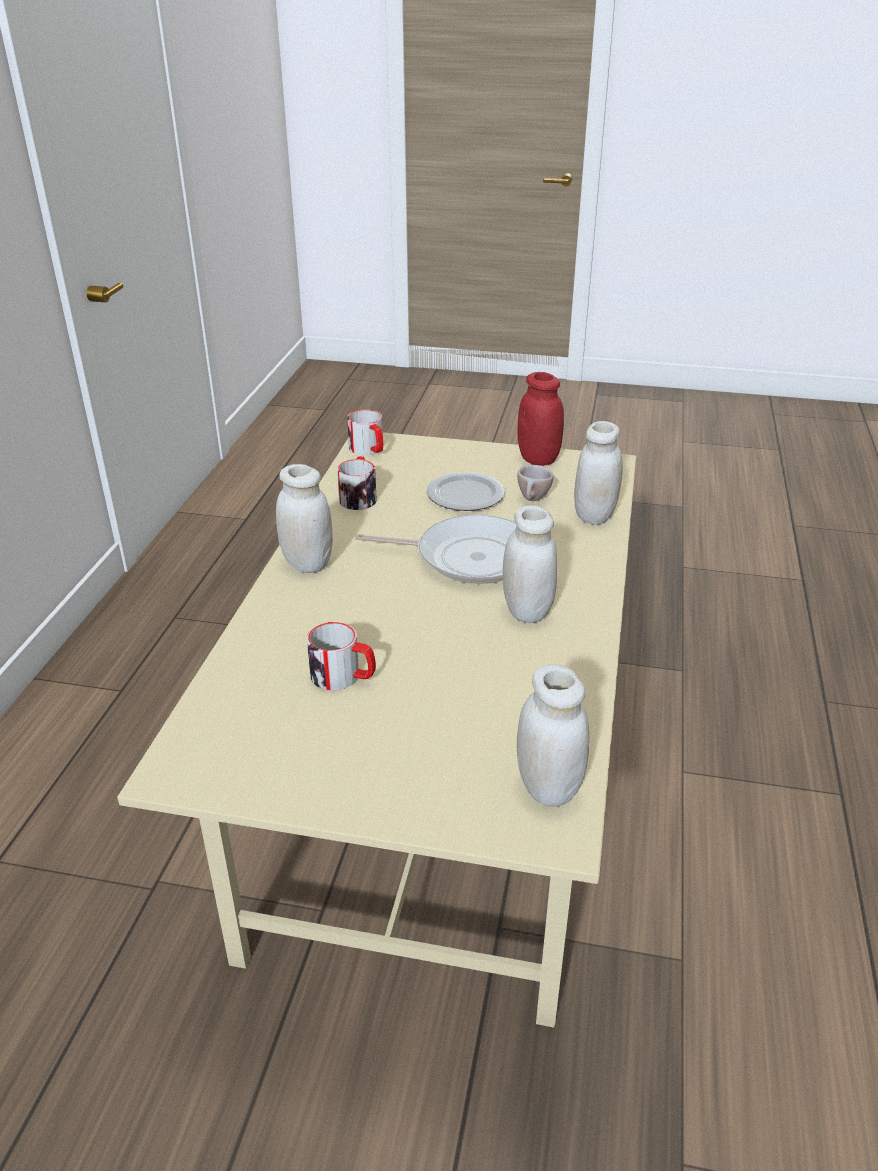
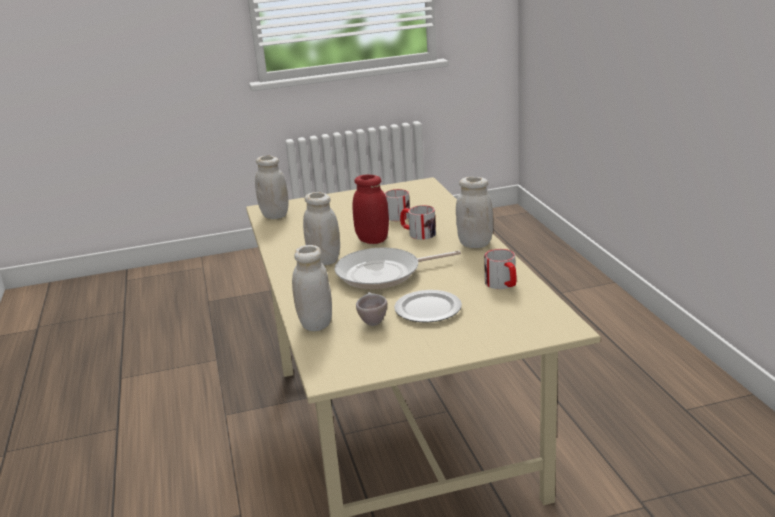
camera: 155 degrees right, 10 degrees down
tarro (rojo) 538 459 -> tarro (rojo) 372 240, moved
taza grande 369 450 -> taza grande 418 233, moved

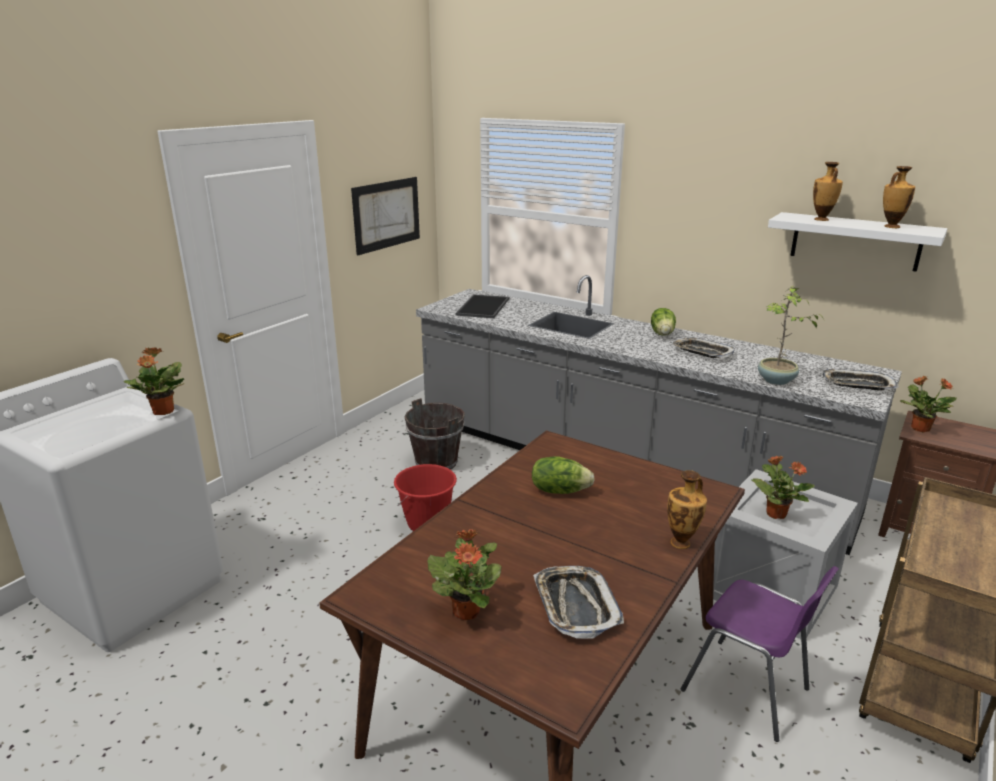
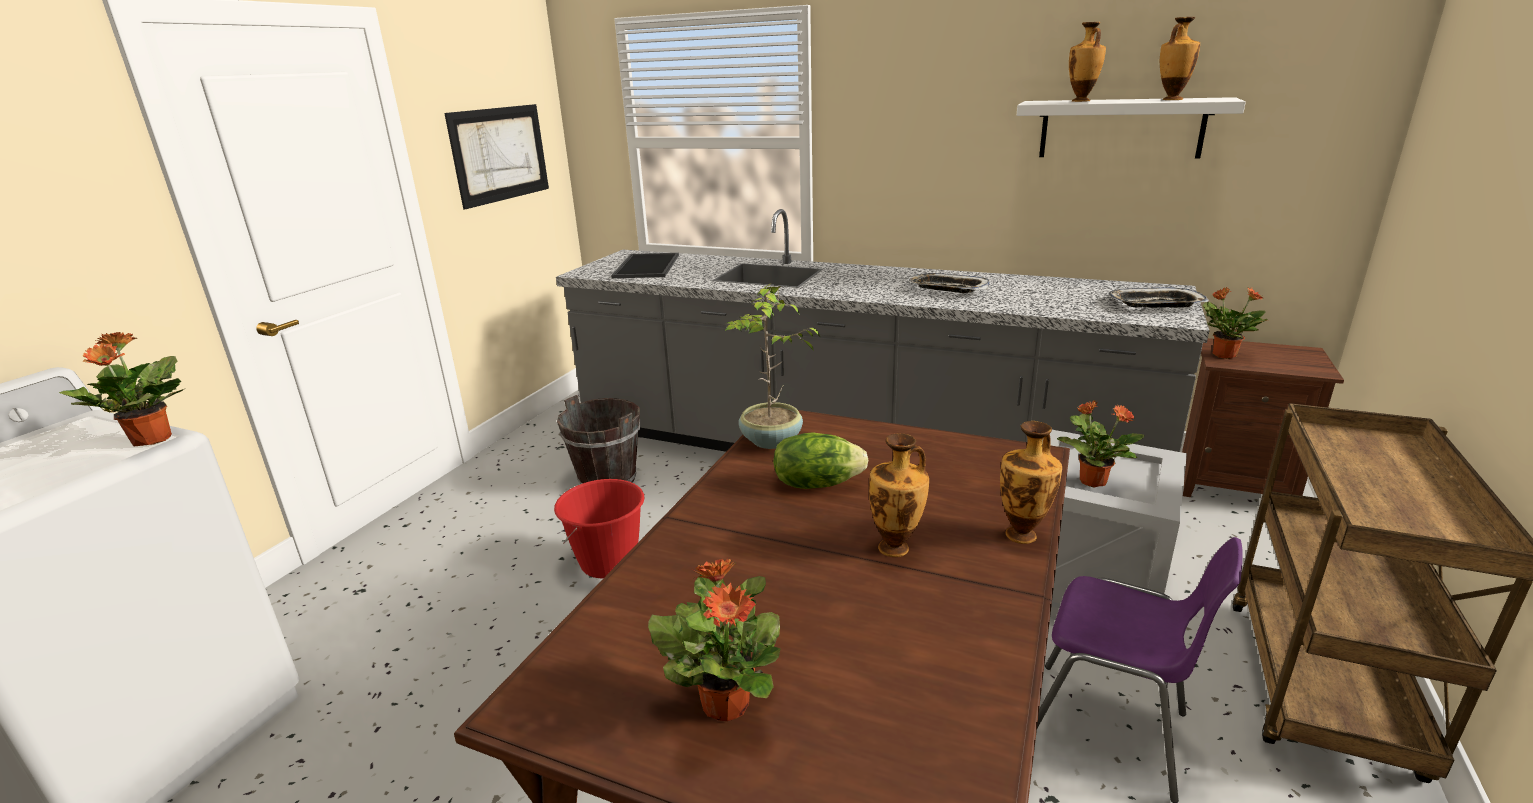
camera: 10 degrees left, 0 degrees up
planta en maceta 776 381 -> planta en maceta 771 441, moved
none -> florero 896 548
bandeja 575 605 -> none
lechuga 663 334 -> none

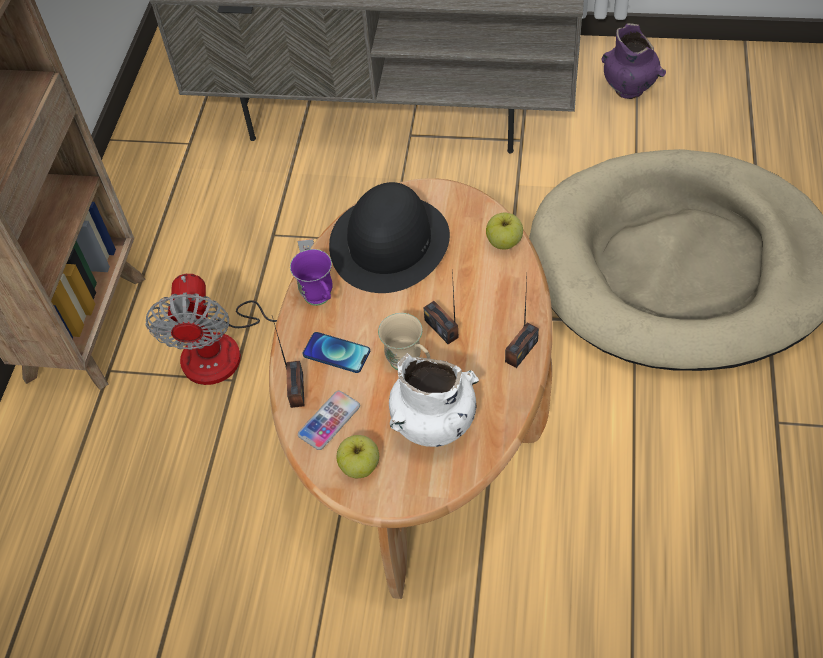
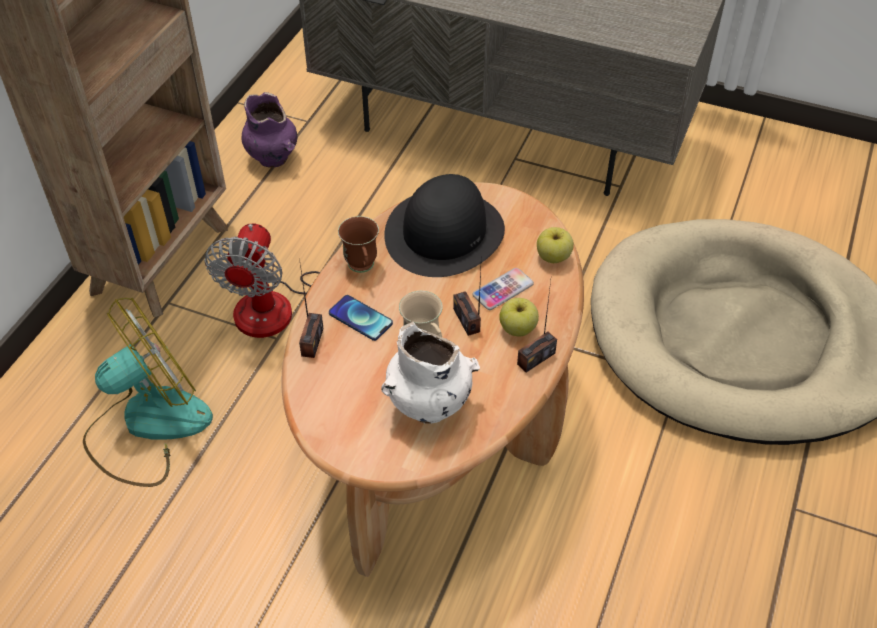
camera: 10 degrees right, 5 degrees down
none -> ventilador 147 425
florero (morado) 629 90 -> florero (morado) 273 159, moved
taza grande (morado) 321 300 -> taza grande (marrón) 362 268
móvil 329 421 -> móvil 503 290, moved
manzana 360 466 -> manzana 518 329, moved

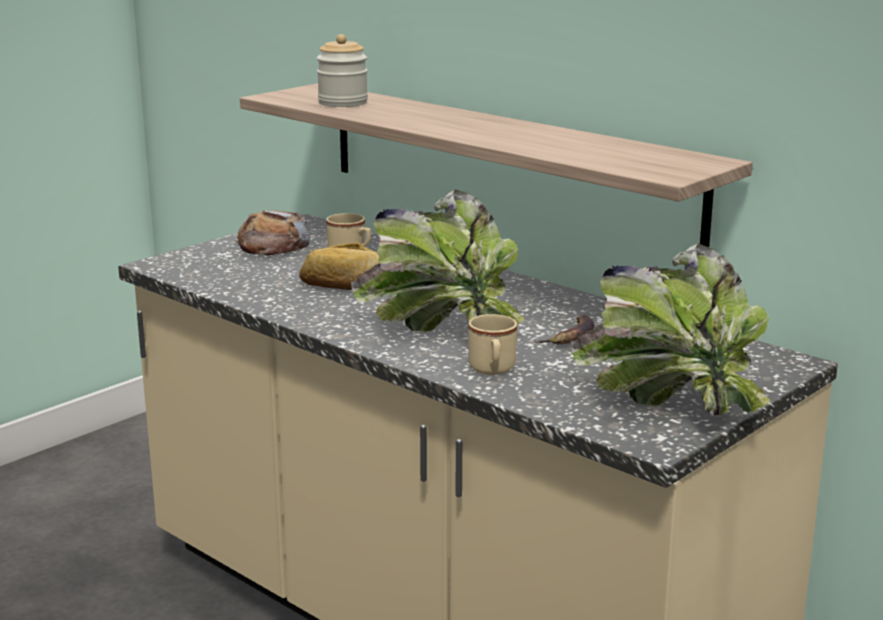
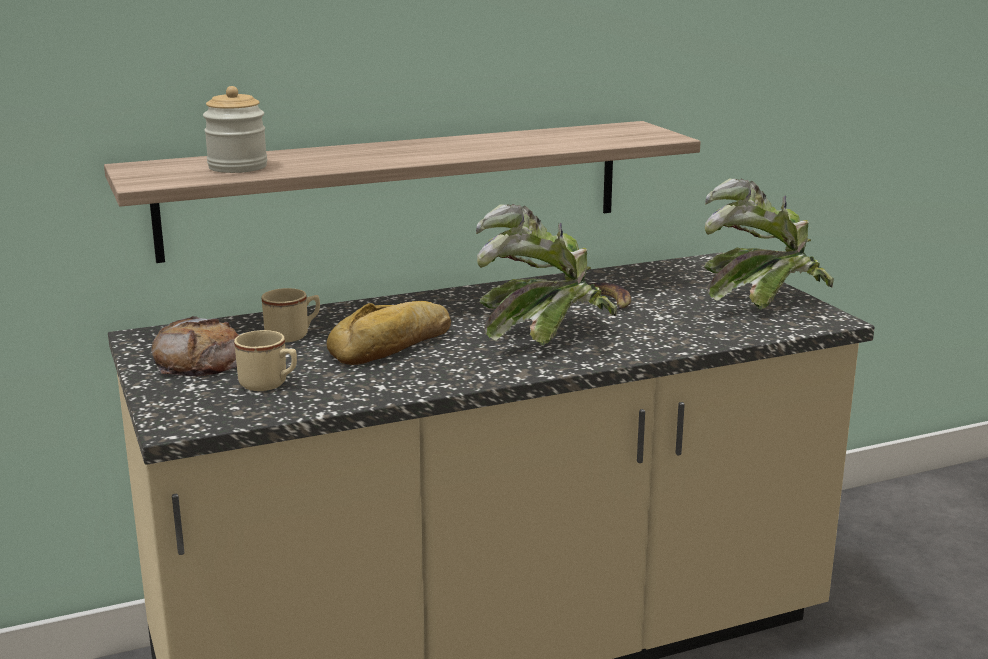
camera: 65 degrees left, 0 degrees up
taza grande (beis) 492 370 -> taza grande (beis) 269 384, moved

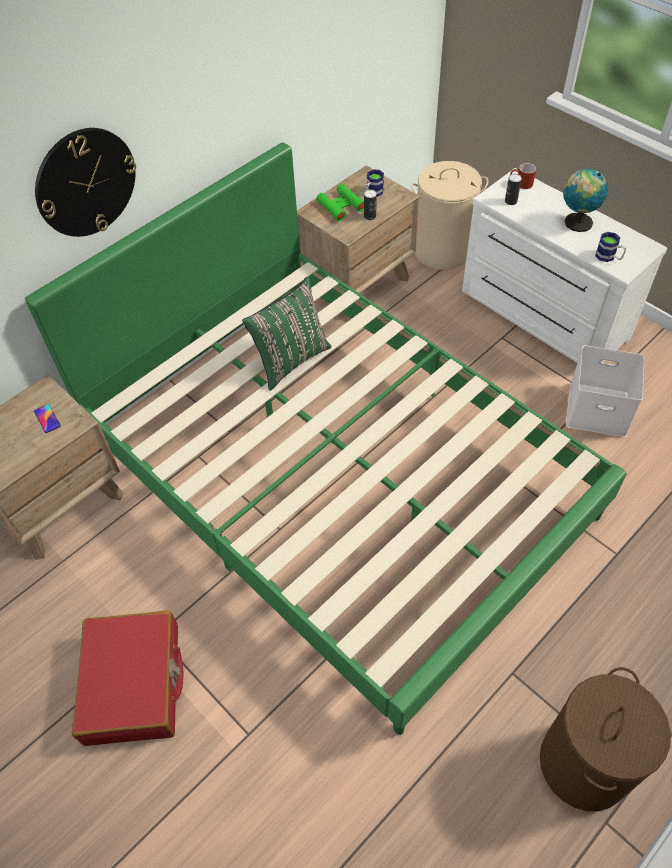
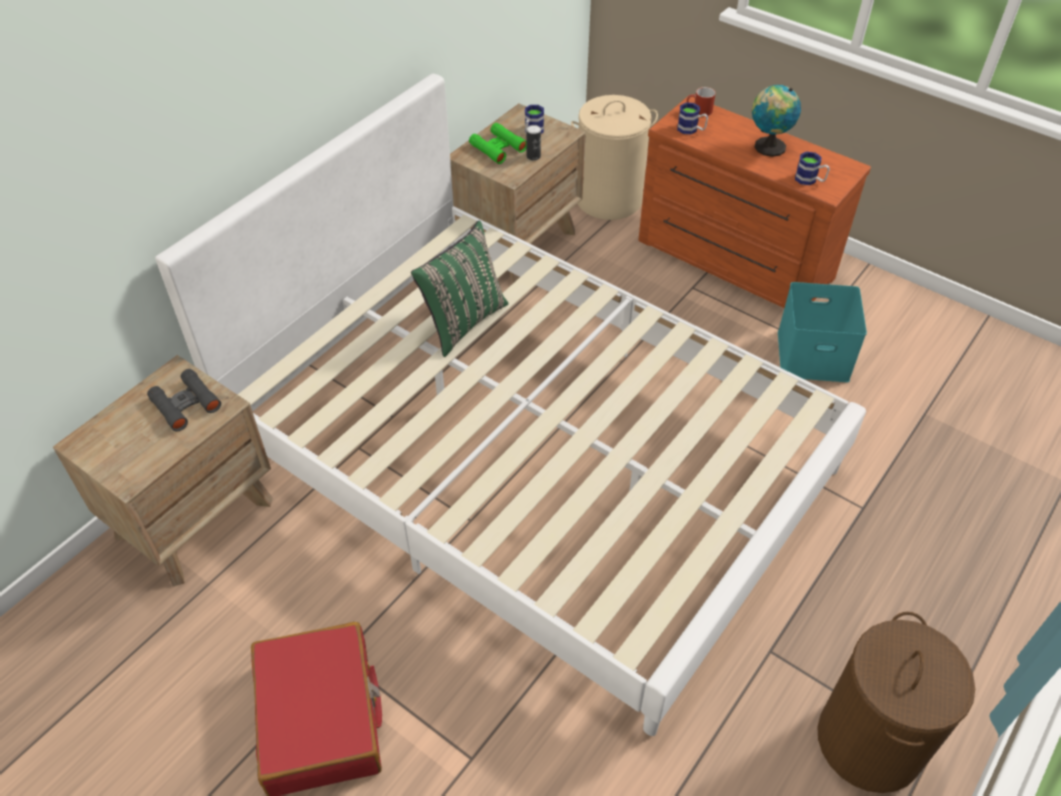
camera: 10 degrees left, 5 degrees down
móvil 47 418 -> prismáticos (negro) 185 404
cama (verde) 338 476 -> cama (blanco) 530 455
cómoda (blanco) 541 316 -> cómoda (marrón) 732 261
lata 510 201 -> taza grande 691 129
caja de almacenaje (blanco) 599 408 -> caja de almacenaje (turquesa) 814 354
reloj de pared 85 182 -> none

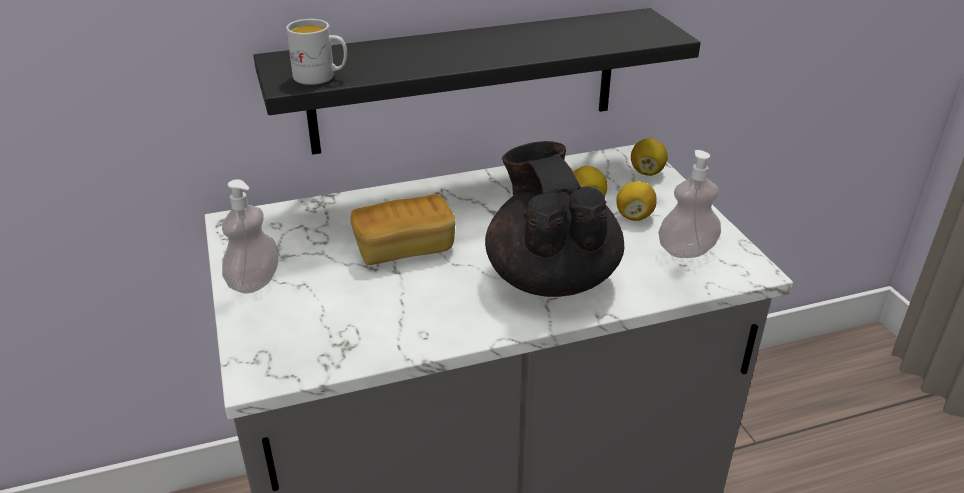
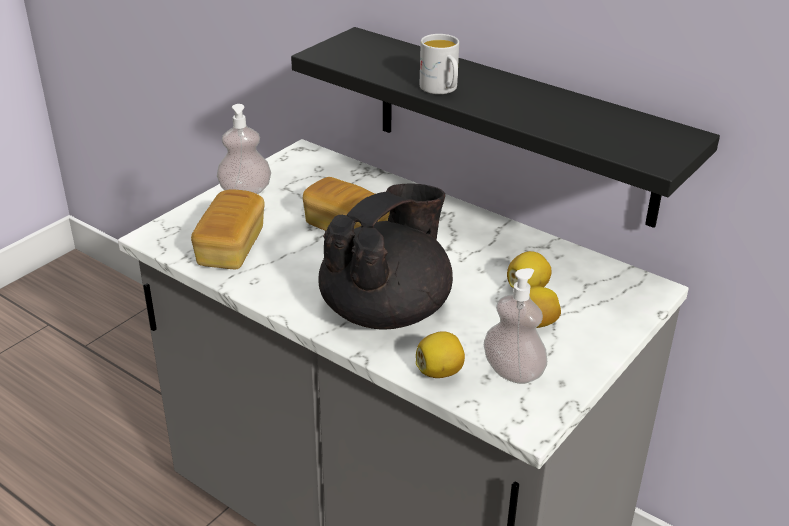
camera: 55 degrees right, 0 degrees up
none -> pan 231 248
limón 647 172 -> limón 440 371, moved
taza grande (blanco) 321 77 -> taza grande (blanco) 441 89, moved

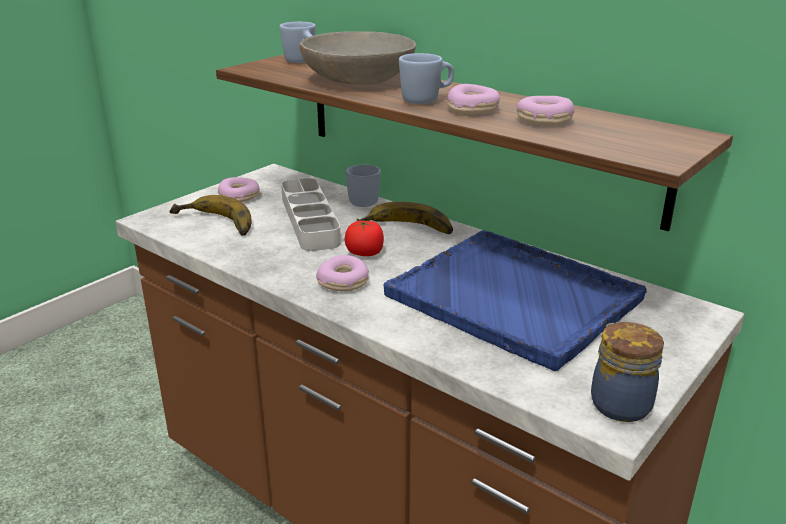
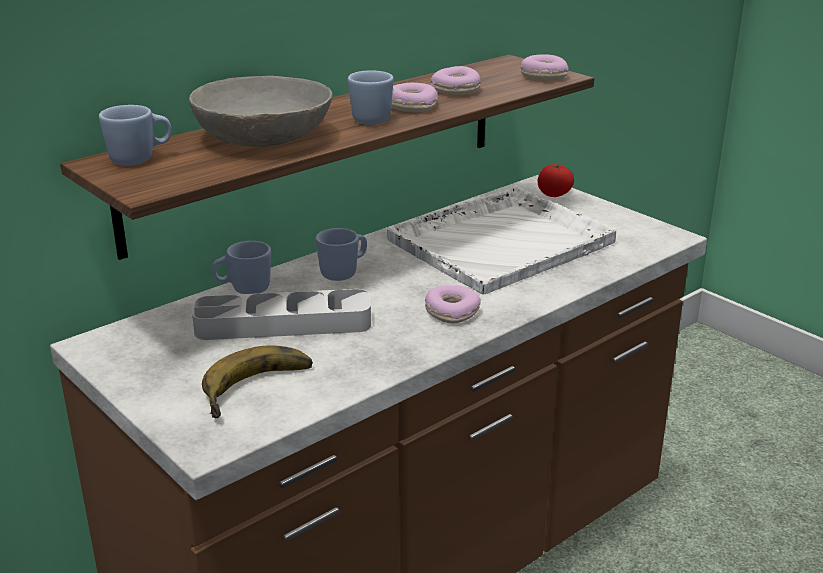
camera: 80 degrees left, 0 degrees up
plátano 405 231 -> taza grande (azul) 344 272
bandeja (azul) 515 299 -> bandeja (blanco) 503 241
rosquilla 239 197 -> rosquilla 543 76, moved
tomate 364 253 -> tomate 554 194, moved
tarro 618 403 -> none

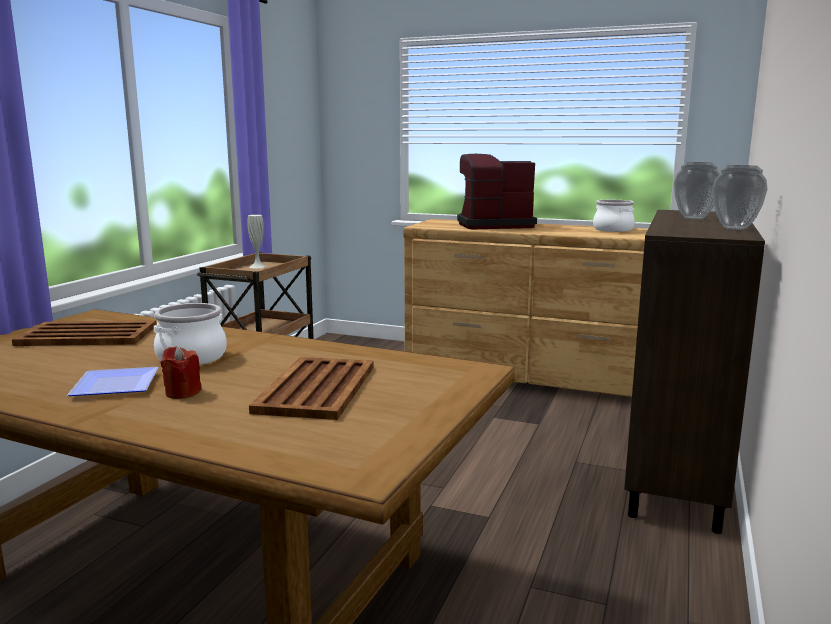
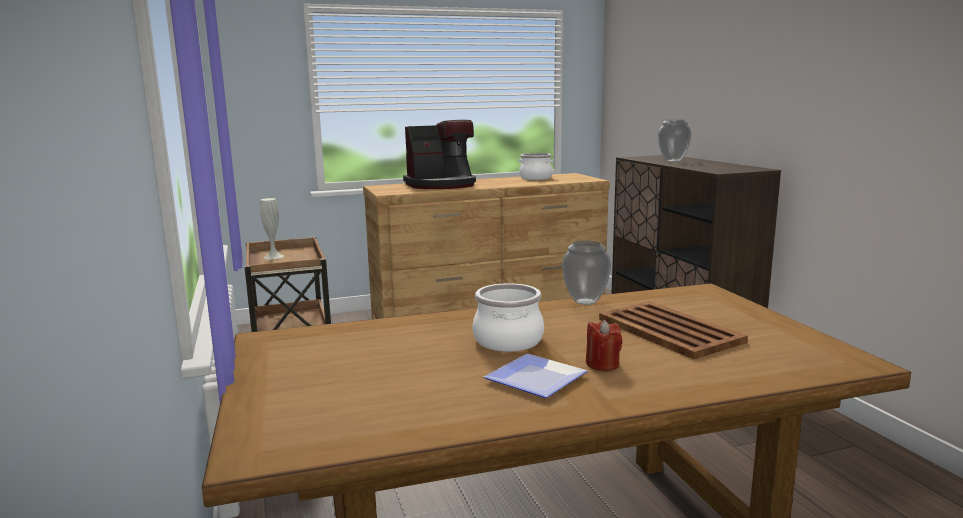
camera: 40 degrees left, 0 degrees up
cafetera 493 225 -> cafetera 441 185, 150 degrees counterclockwise
florero 735 228 -> florero 585 302, moved
bandeja (marrón) 89 335 -> none

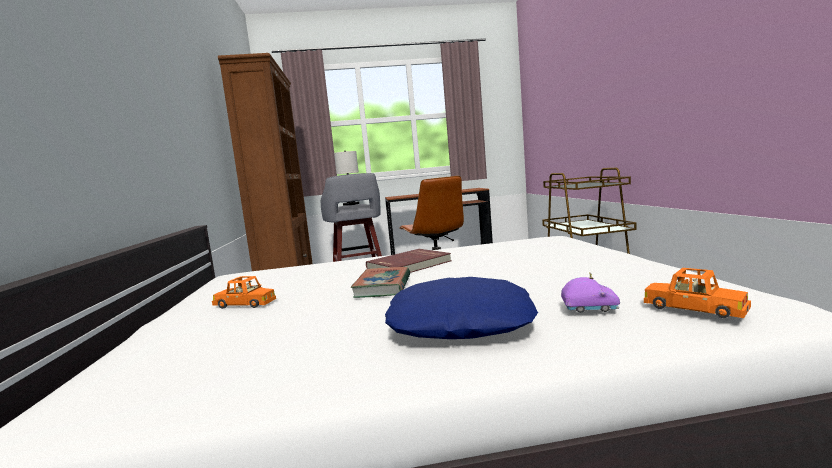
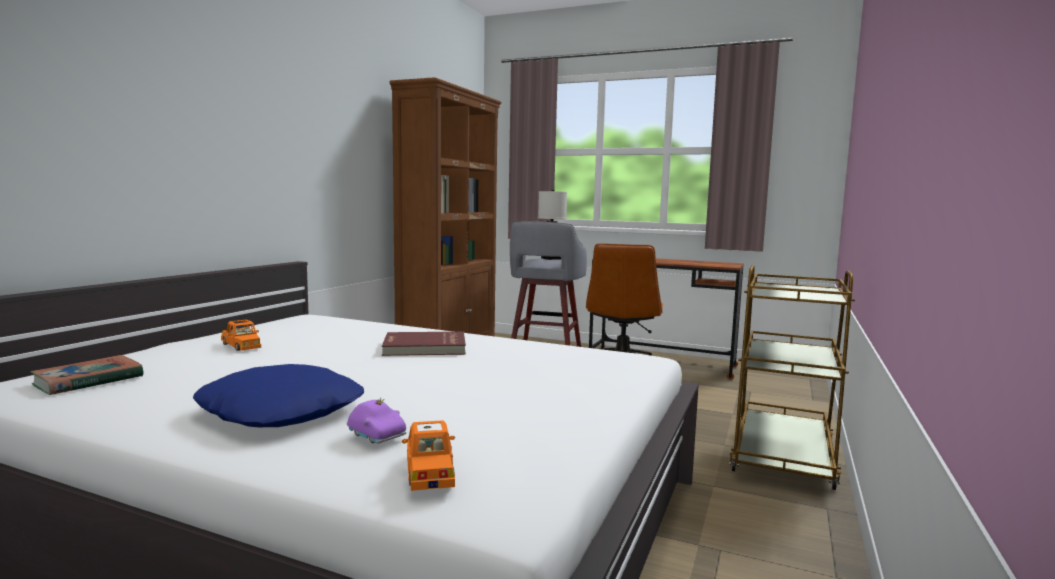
camera: 30 degrees right, 0 degrees up
libro 383 287 -> libro 88 381, moved

